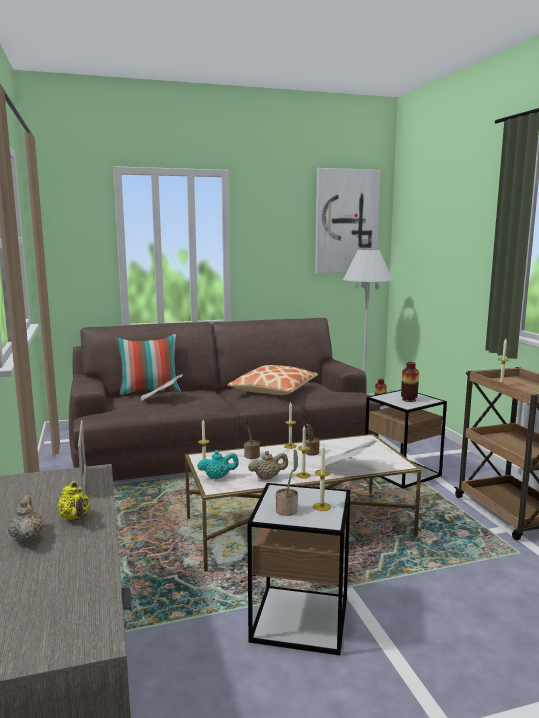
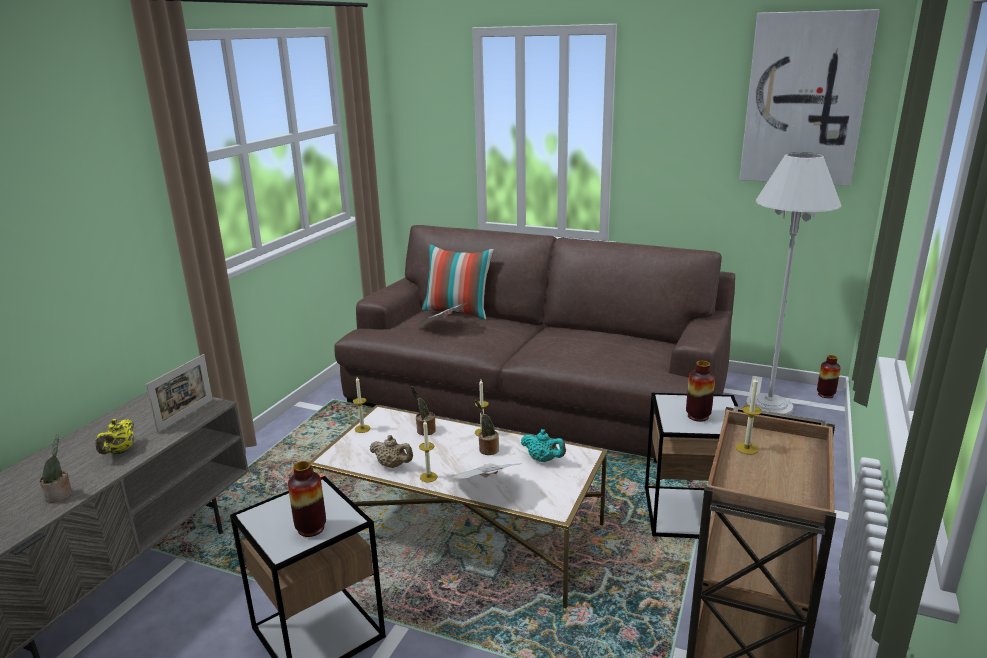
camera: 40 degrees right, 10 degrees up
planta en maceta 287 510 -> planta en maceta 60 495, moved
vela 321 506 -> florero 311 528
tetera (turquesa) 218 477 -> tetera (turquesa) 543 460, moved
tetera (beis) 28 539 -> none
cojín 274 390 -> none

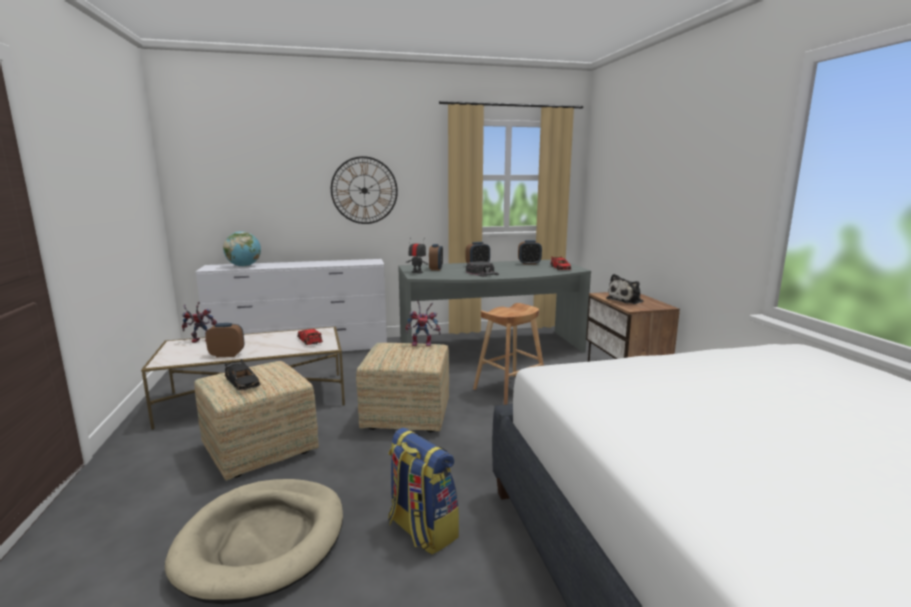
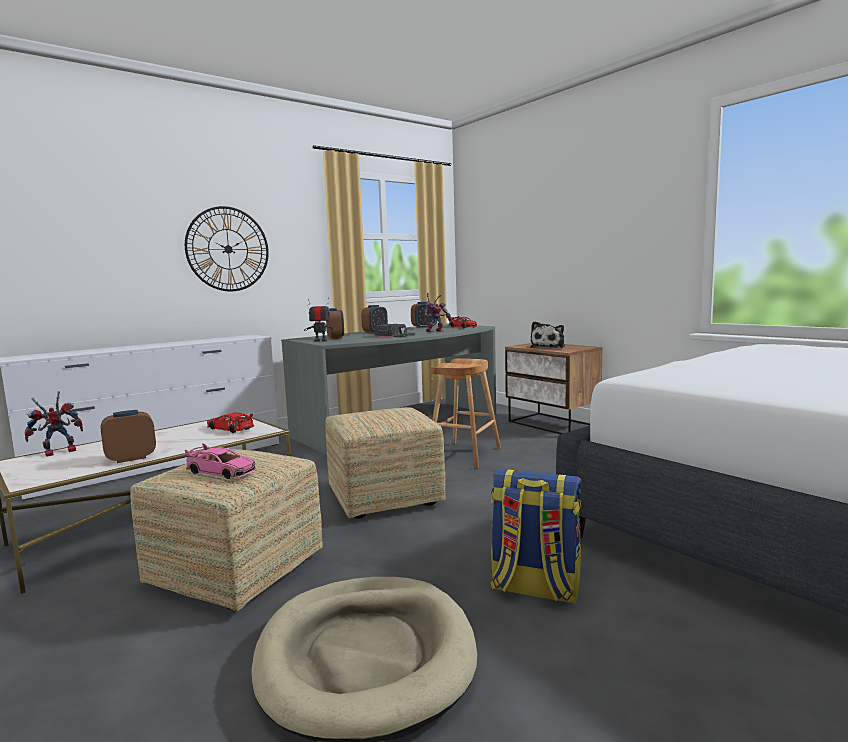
camera: 25 degrees left, 5 degrees down
coche de juguete (negro) 242 382 -> coche de juguete (rosa) 221 471
robot de juguete 423 343 -> robot de juguete 436 331, moved
globo terráqueo 244 266 -> none

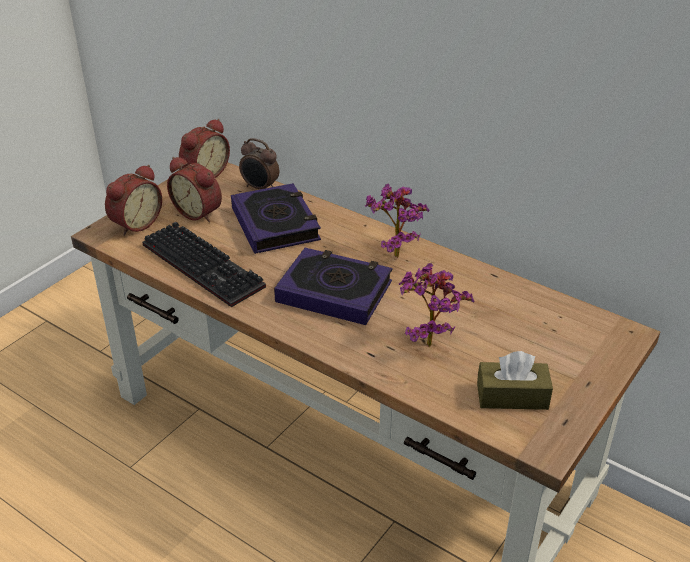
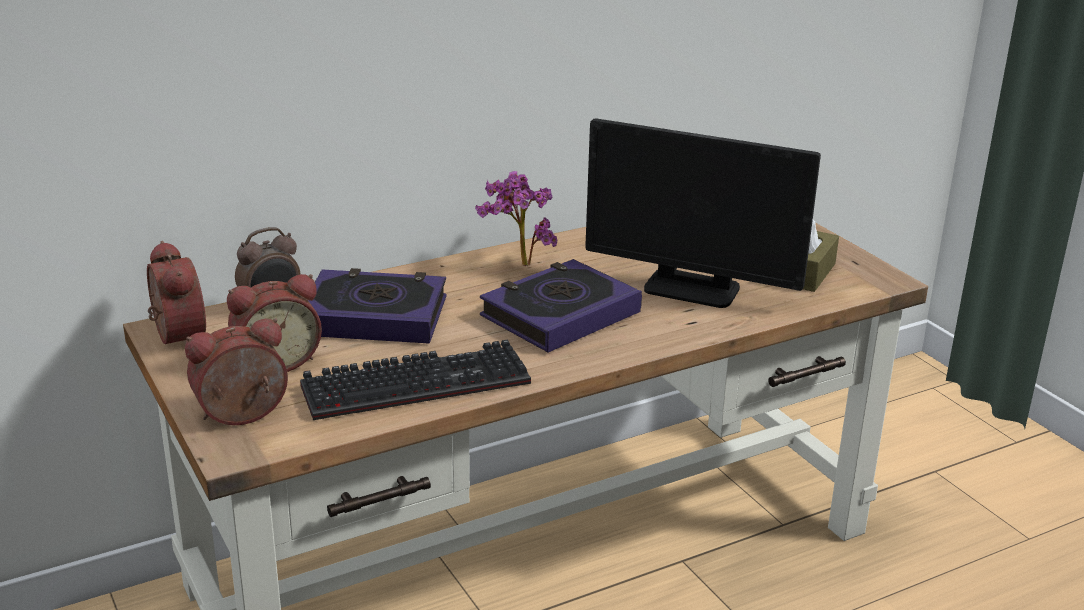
camera: 65 degrees left, 10 degrees down
despertador 135 223 -> despertador 243 416, 90 degrees counterclockwise
planta en maceta 427 340 -> monitor 692 288

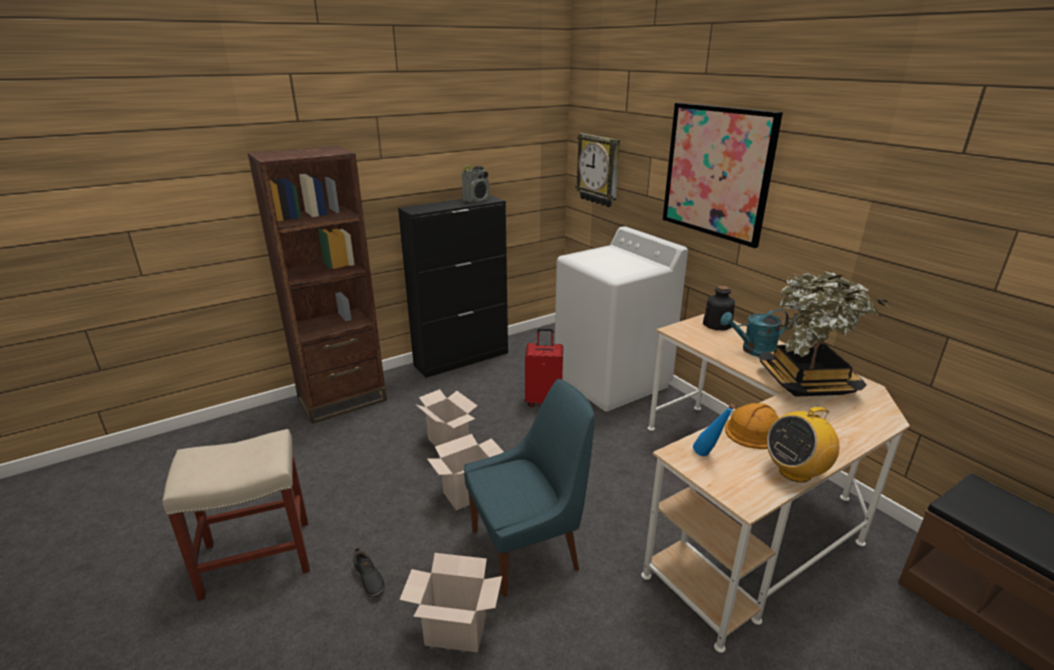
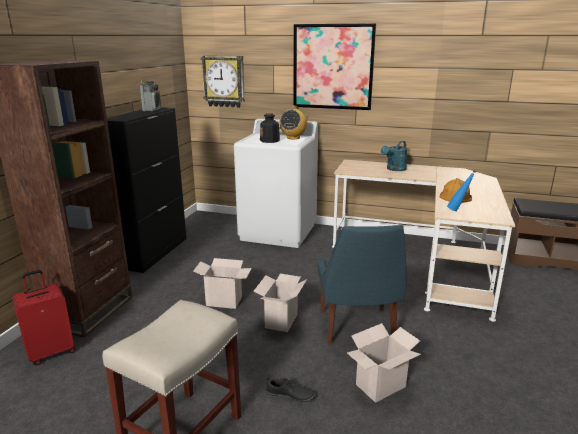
camera: 40 degrees left, 5 degrees down
maleta (rojo) 544 401 -> maleta (rojo) 51 352, moved
botella 717 324 -> botella 270 141, moved
radio 795 472 -> radio 293 138, moved
silla (azul) 528 548 -> silla (azul) 357 328, 150 degrees clockwise
planta en maceta 807 383 -> none

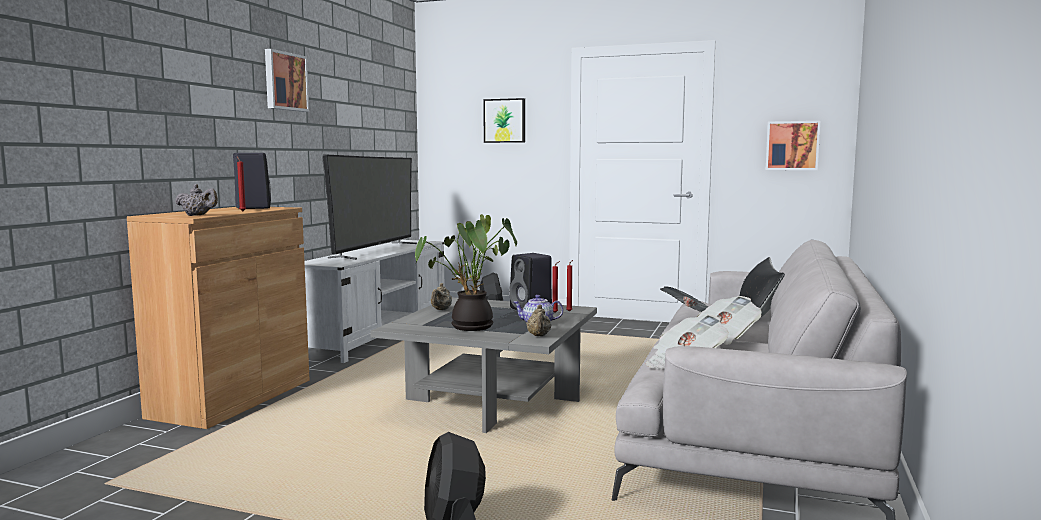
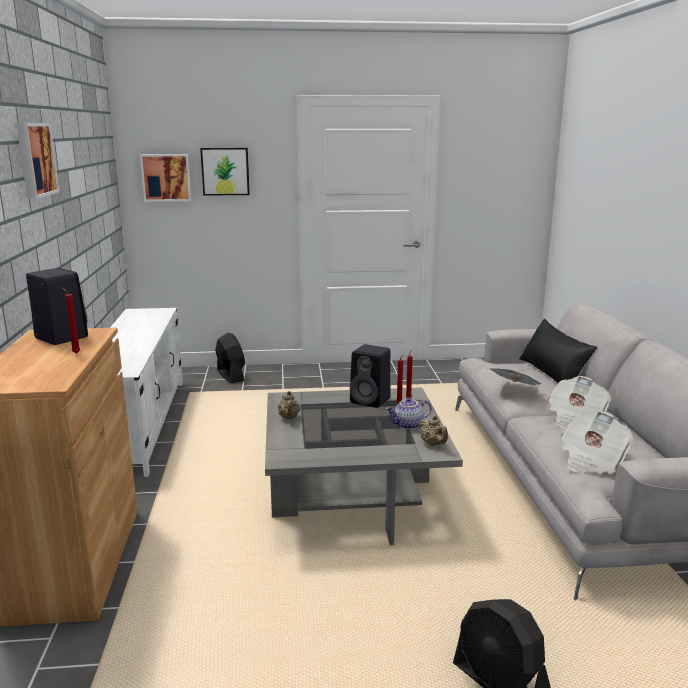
camera: 25 degrees left, 10 degrees up
cuadro 792 145 -> cuadro 166 177, moved
tetera (gris) 198 215 -> none
televisor 374 250 -> none
planta en maceta 469 327 -> none

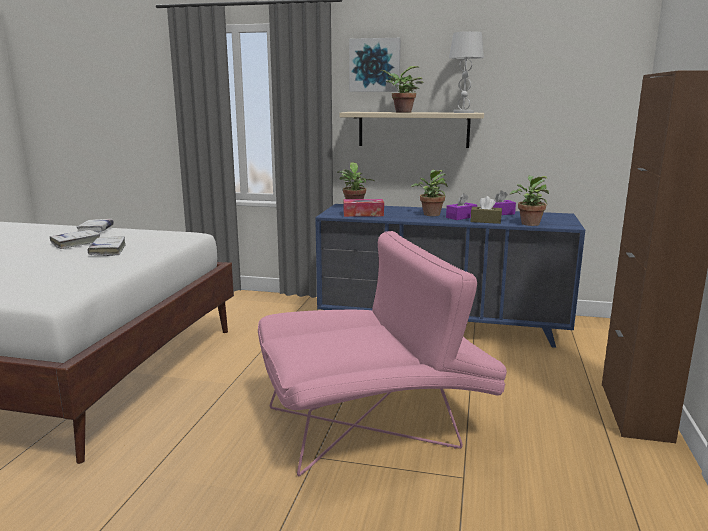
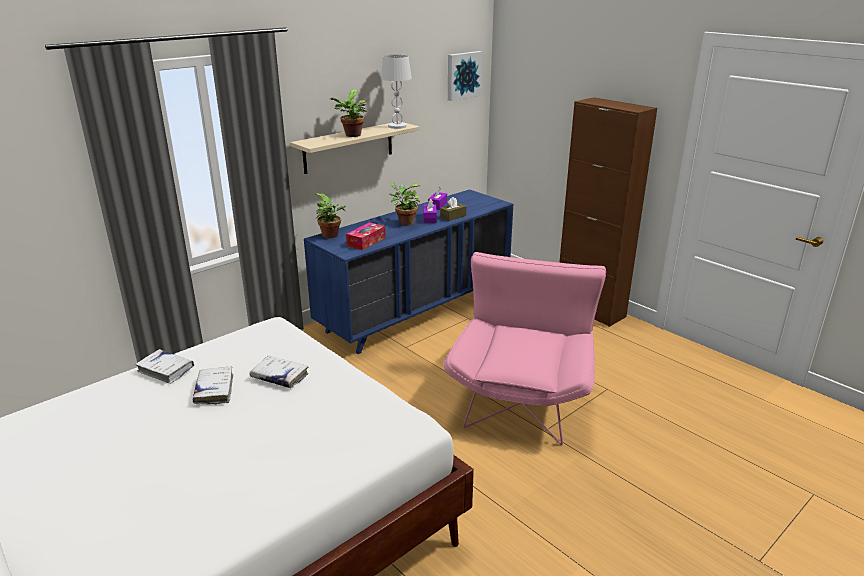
camera: 55 degrees left, 10 degrees up
cuadro 375 65 -> cuadro 463 75, moved
planta en maceta 529 223 -> none

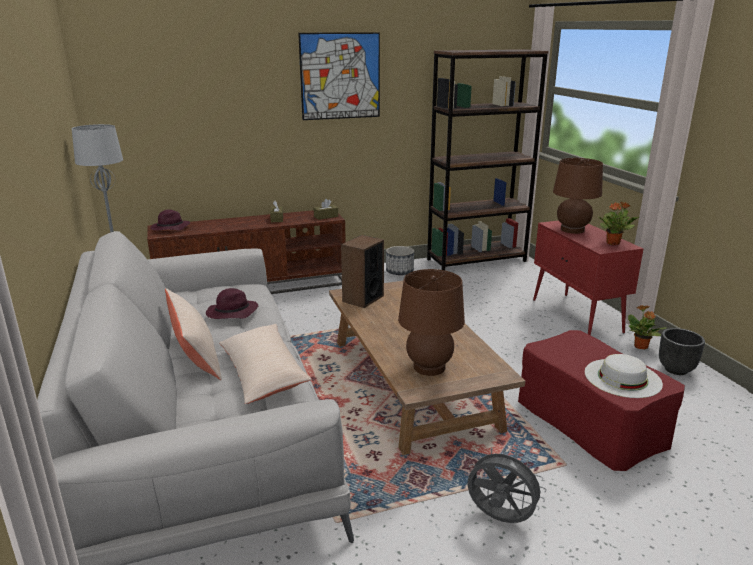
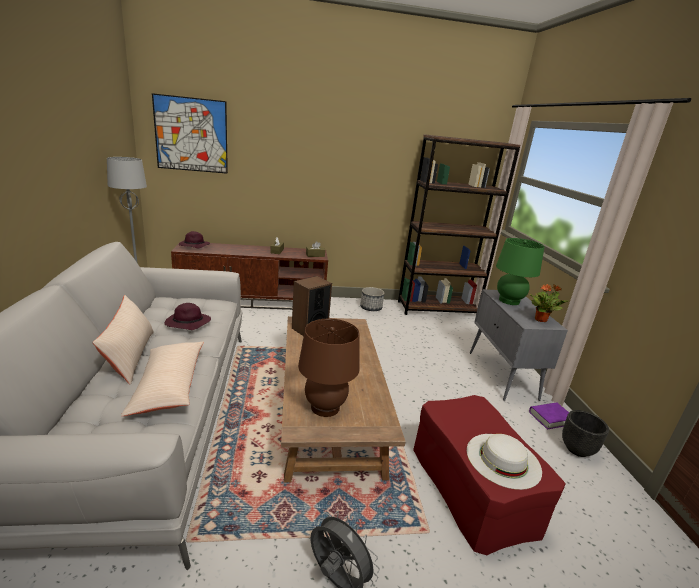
camera: 10 degrees right, 0 degrees up
cuadro 340 76 -> cuadro 191 135, moved
armario (rojo) 577 316 -> armario (gris) 502 375
lámpara de mesa (marrón) 572 230 -> lámpara de mesa (verde) 509 301
planta en maceta 641 347 -> libro (morado) 550 418

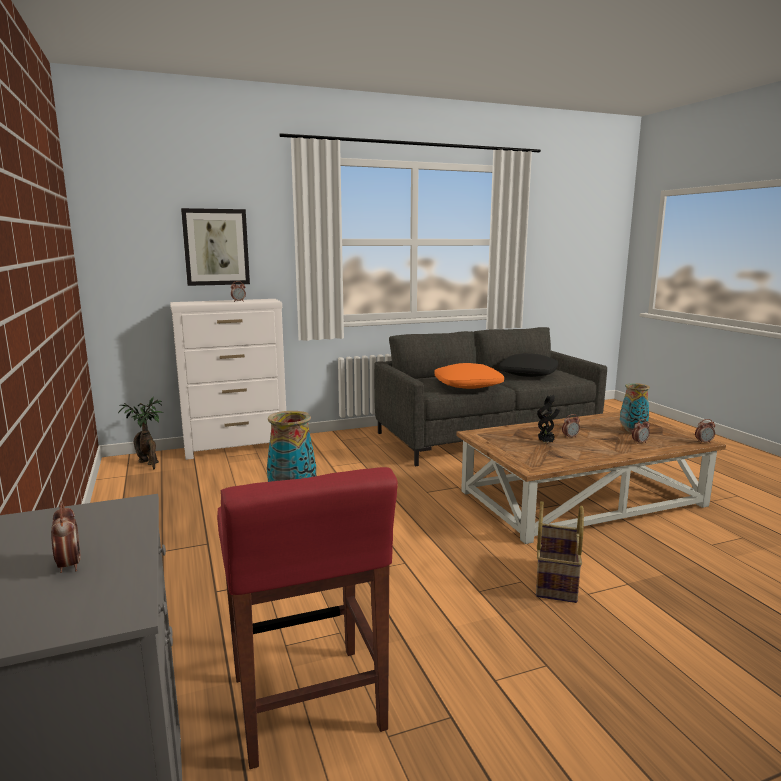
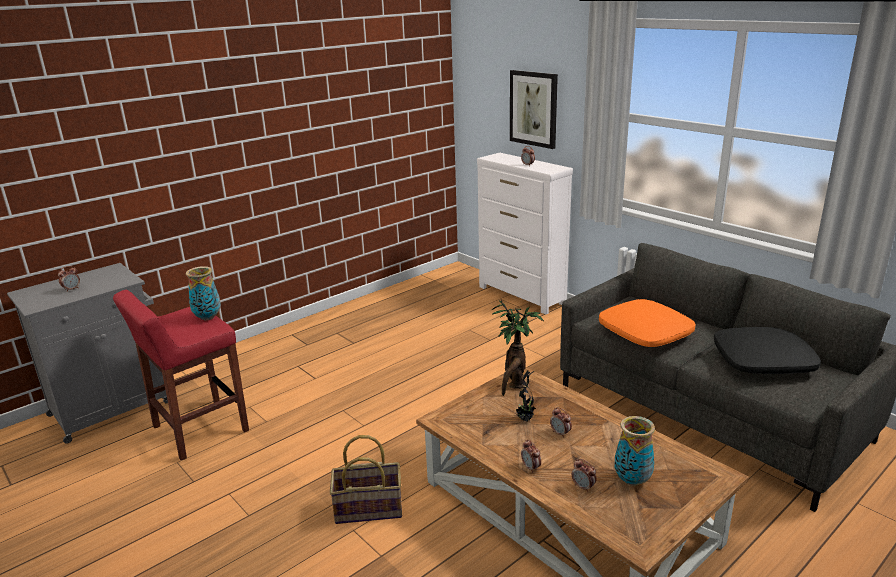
camera: 70 degrees right, 10 degrees up
planta en maceta 149 464 -> planta en maceta 514 384, moved
despertador 703 442 -> despertador 531 468, moved

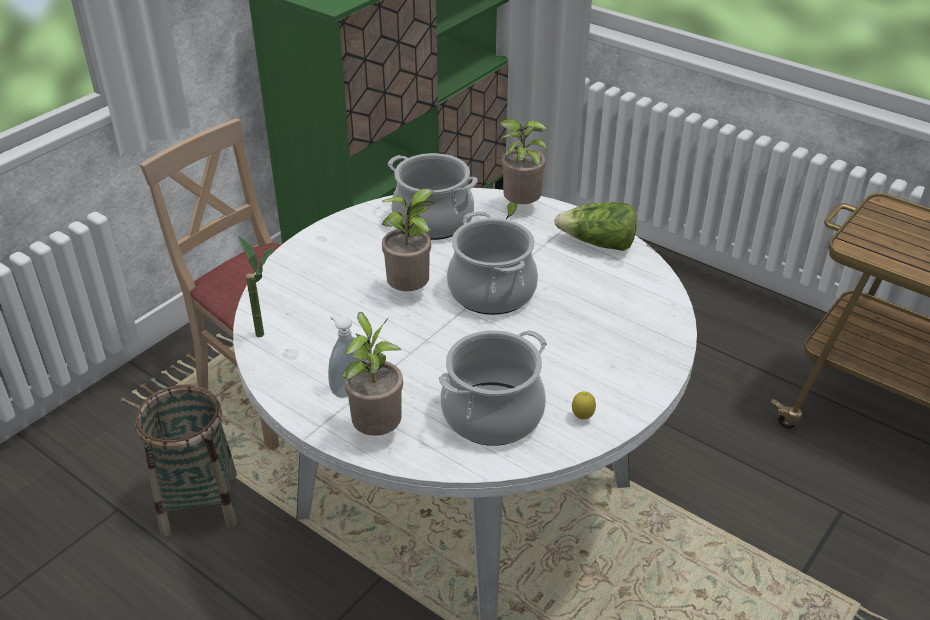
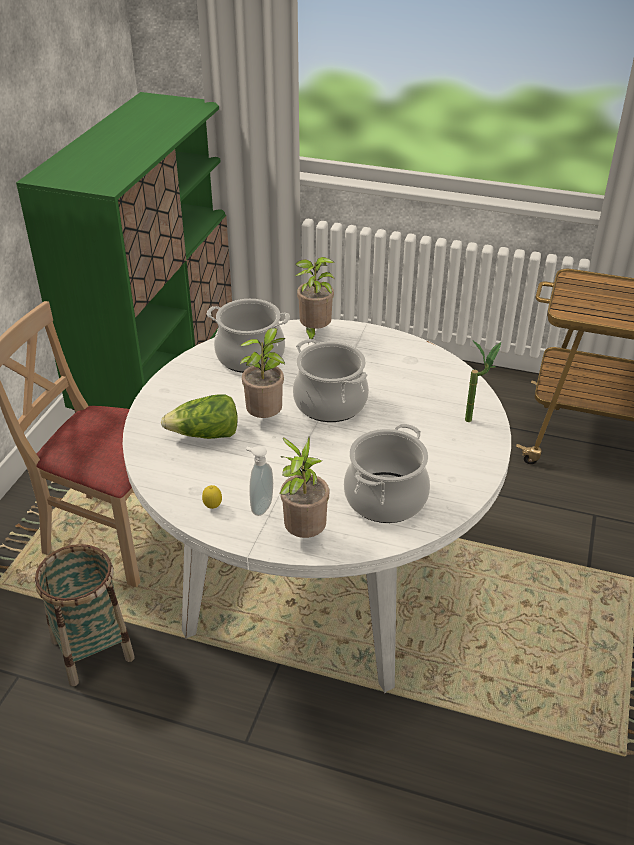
camera: 20 degrees left, 0 degrees up
lechuga 598 244 -> lechuga 205 435, moved
limón 582 418 -> limón 213 507, moved
planta en maceta 268 336 -> planta en maceta 475 420, moved

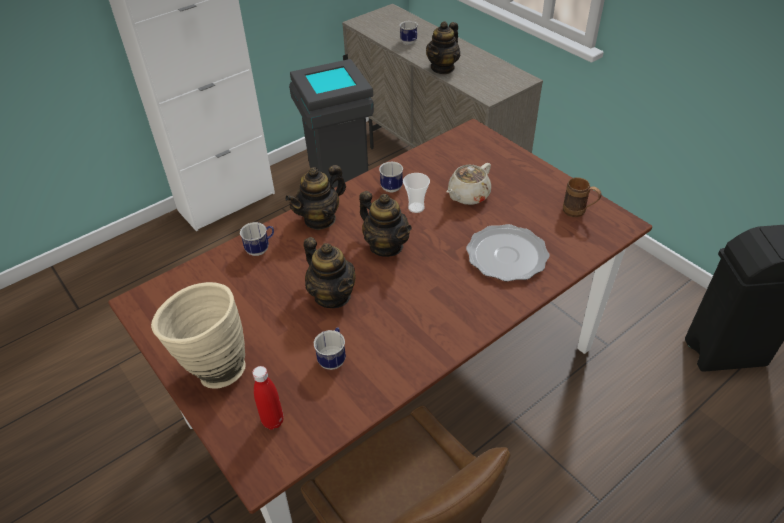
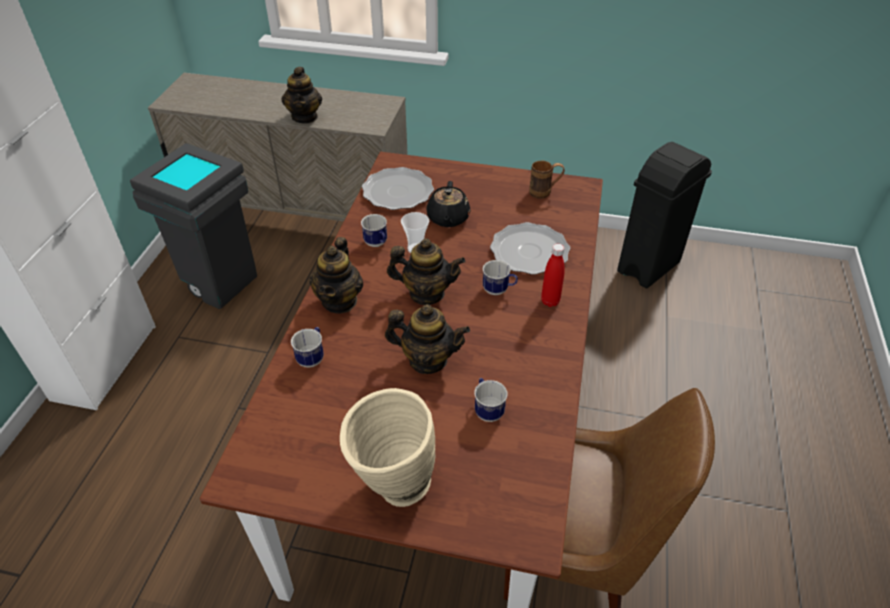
camera: 40 degrees left, 0 degrees up
none -> plato 398 192
tetera (beis) 468 196 -> tetera (negro) 448 218
taza grande 410 43 -> taza grande 499 290, moved
botella (rojo) 273 421 -> botella (rojo) 550 301, moved

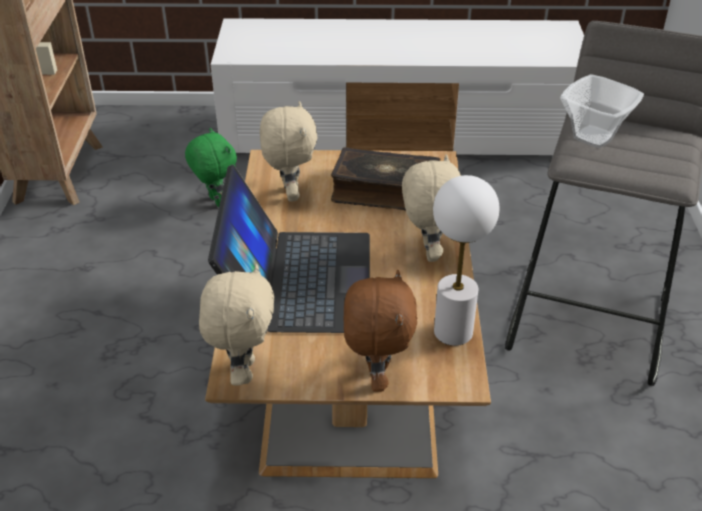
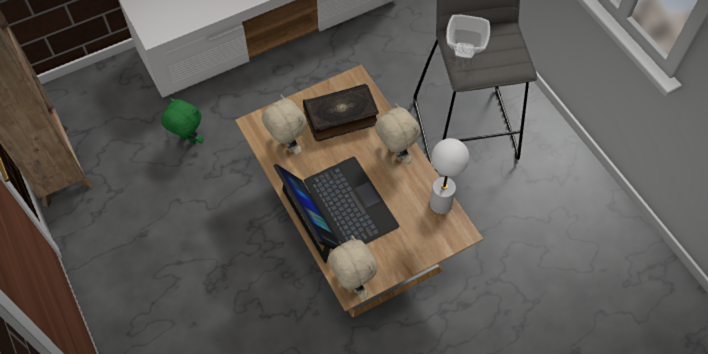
camera: 30 degrees left, 20 degrees up
peluche (marrón) 376 377 -> none

